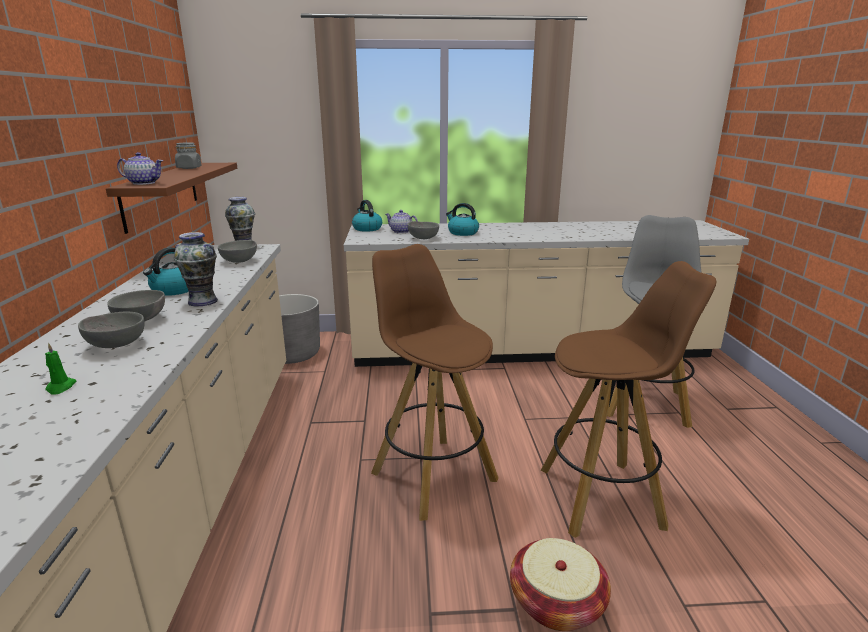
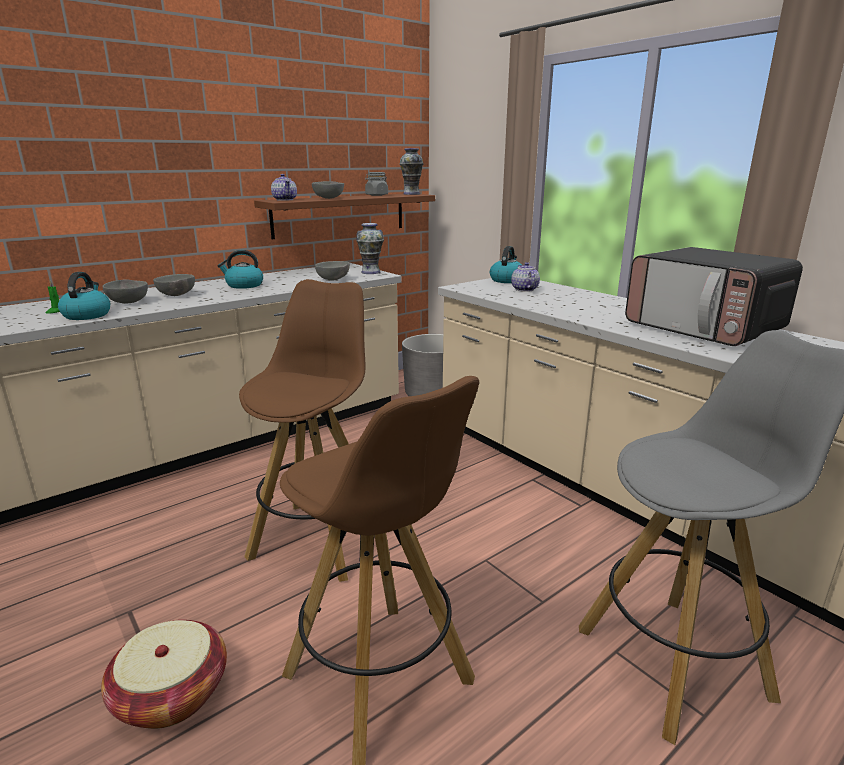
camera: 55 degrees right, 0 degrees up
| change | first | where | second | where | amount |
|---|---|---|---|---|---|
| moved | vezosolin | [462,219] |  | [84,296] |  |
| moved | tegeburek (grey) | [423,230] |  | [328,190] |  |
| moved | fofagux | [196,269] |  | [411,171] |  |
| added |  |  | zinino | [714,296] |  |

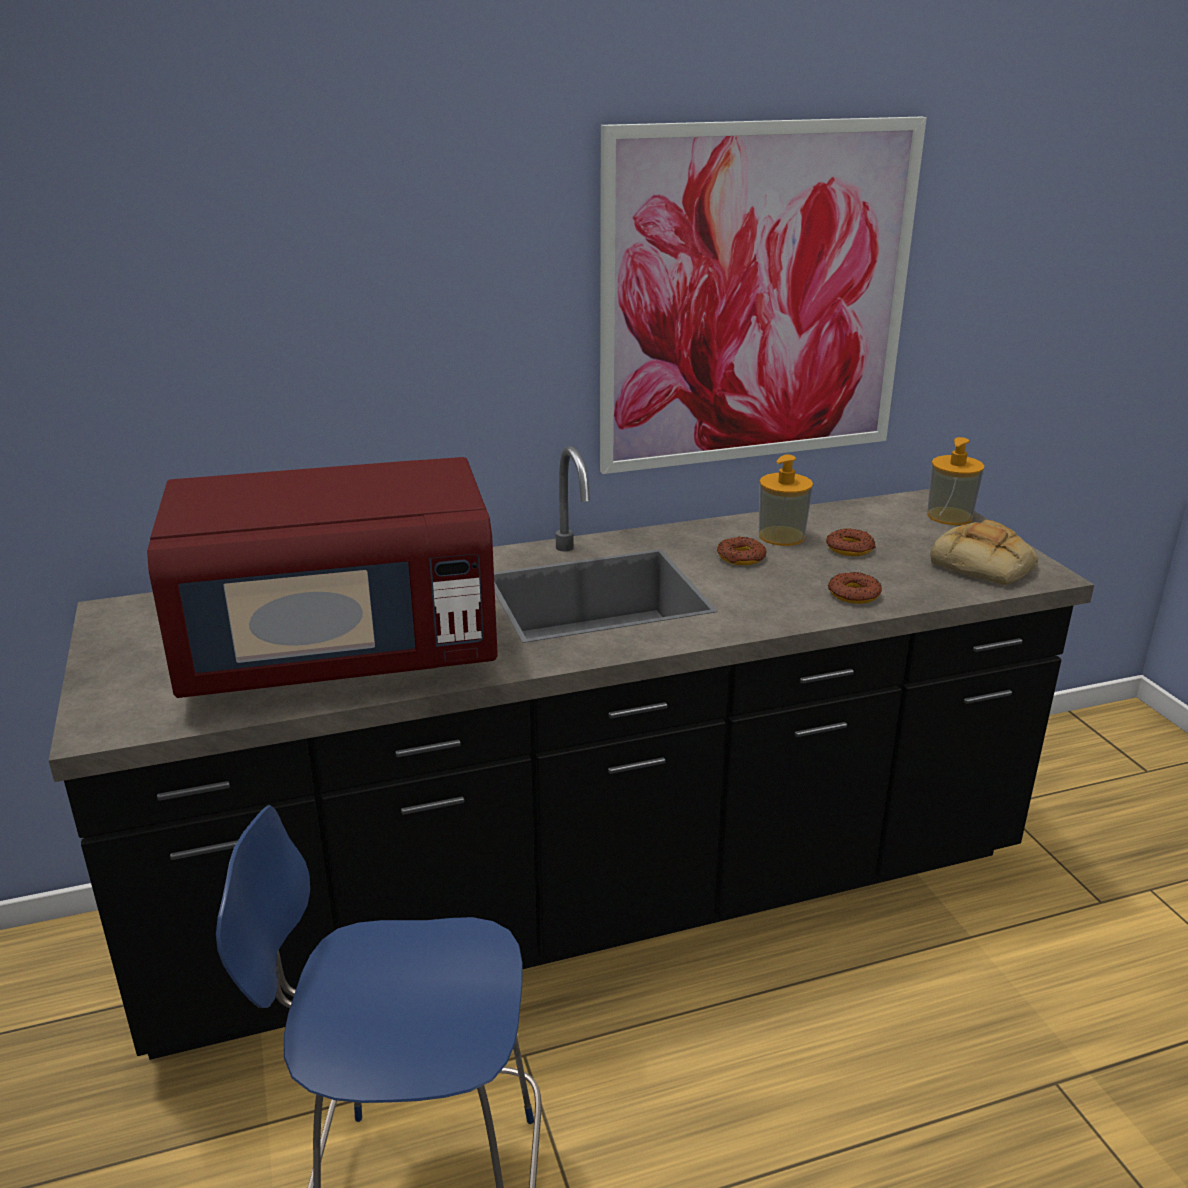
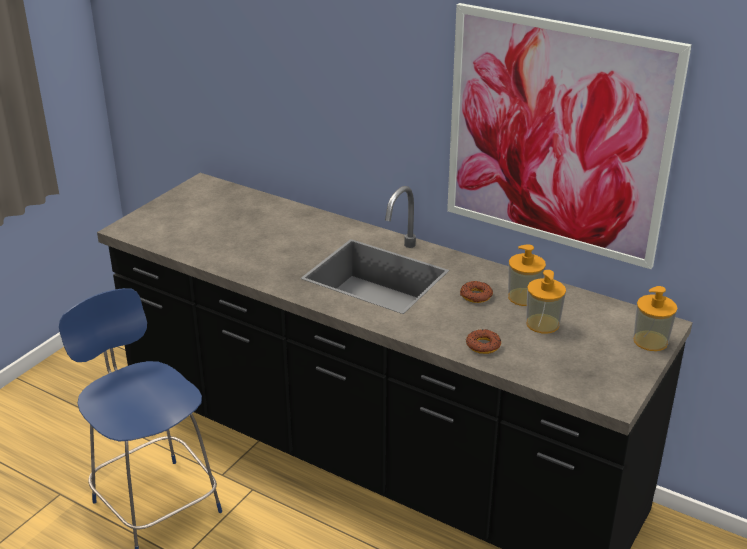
camera: 50 degrees right, 5 degrees up
| change | first | where | second | where | amount |
|---|---|---|---|---|---|
| replaced | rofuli | [851,542] | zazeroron | [546,301] |  |
| removed | zinino (red) | [322,577] |  |  |  |
| removed | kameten | [984,552] |  |  |  |

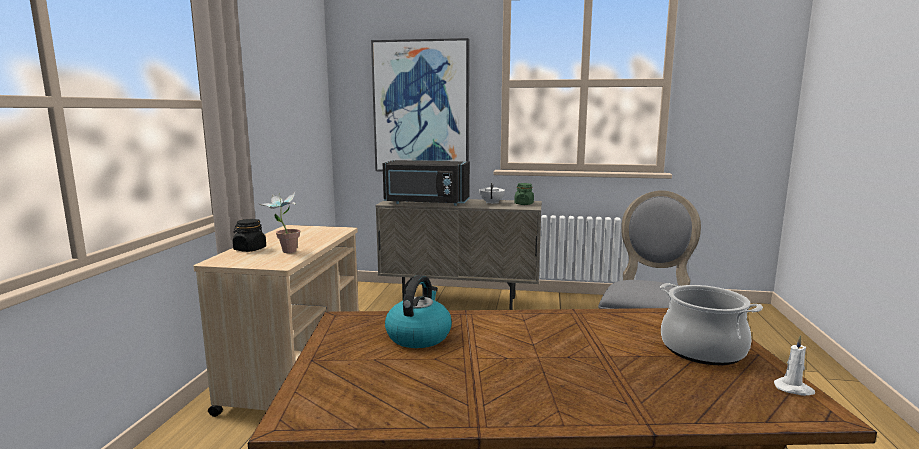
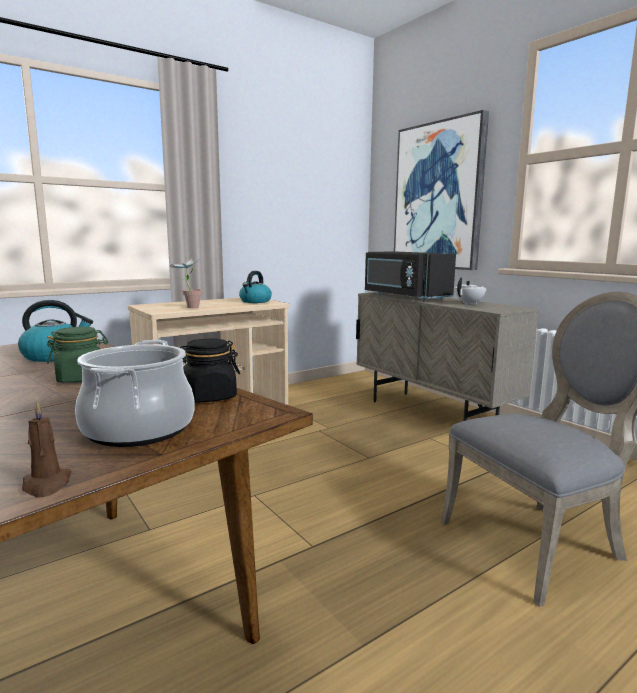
camera: 45 degrees right, 0 degrees up
| change | first | where | second | where | amount |
|---|---|---|---|---|---|
| recoloured | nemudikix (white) | [794,365] | nemudikix (brown) | [47,449] |  |
| moved | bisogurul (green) | [524,194] |  | [77,355] |  |
| moved | bisogurul (black) | [249,235] |  | [210,370] |  |
| added |  |  | vezosolin | [255,287] |  |

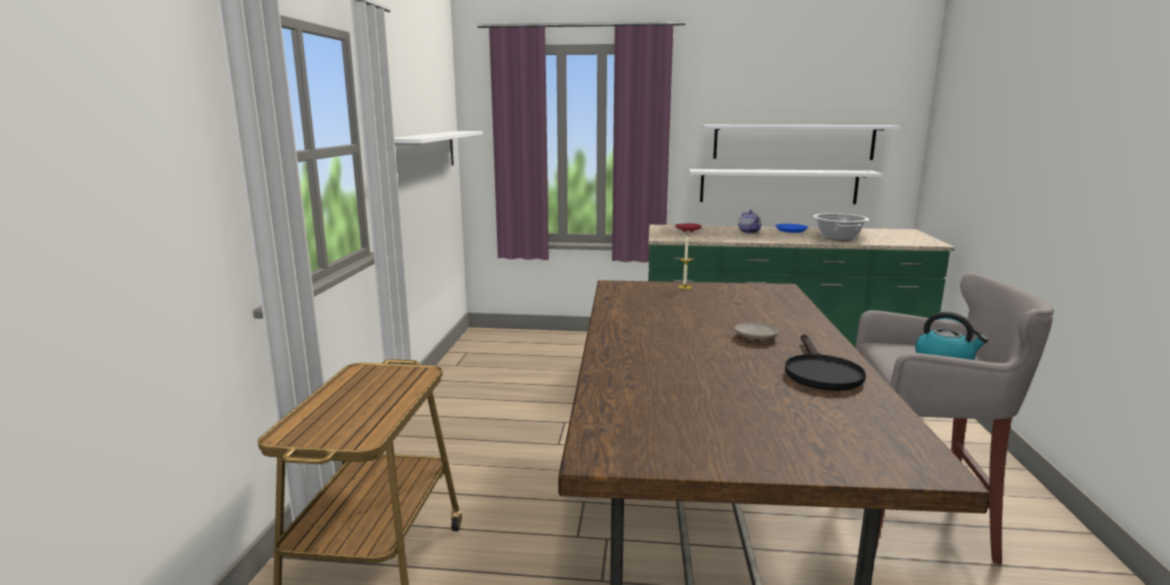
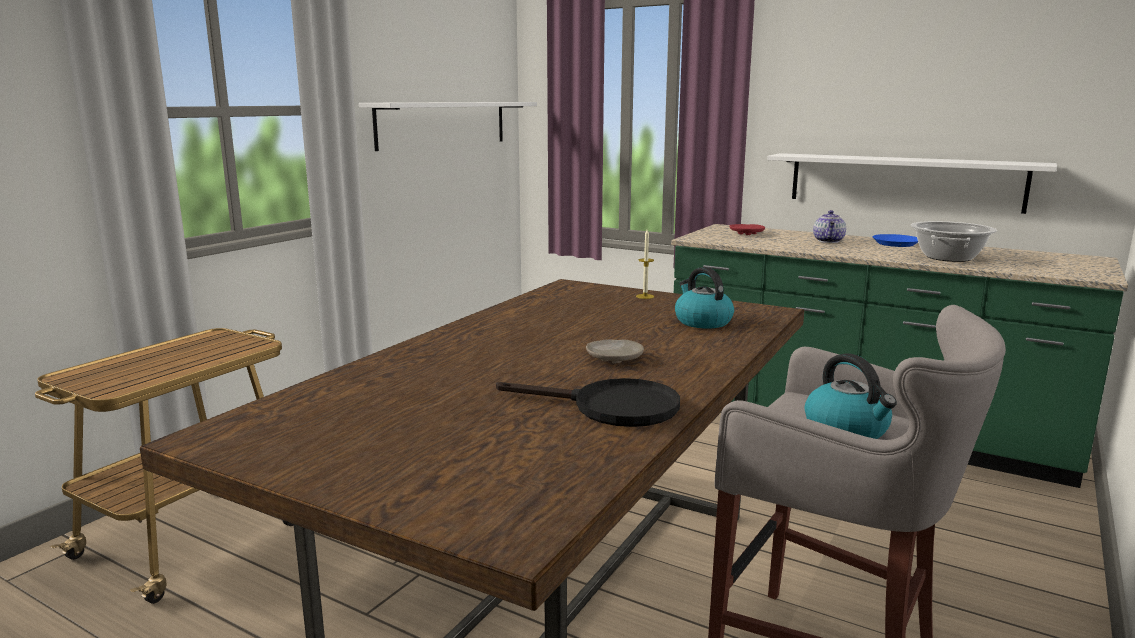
camera: 25 degrees right, 0 degrees up
| change | first | where | second | where | amount |
|---|---|---|---|---|---|
| turned | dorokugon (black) | [825,362] |  | [588,402] | 105 degrees counterclockwise |
| added |  |  | vezosolin | [704,298] |  |
| removed | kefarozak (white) | [801,142] |  |  |  |

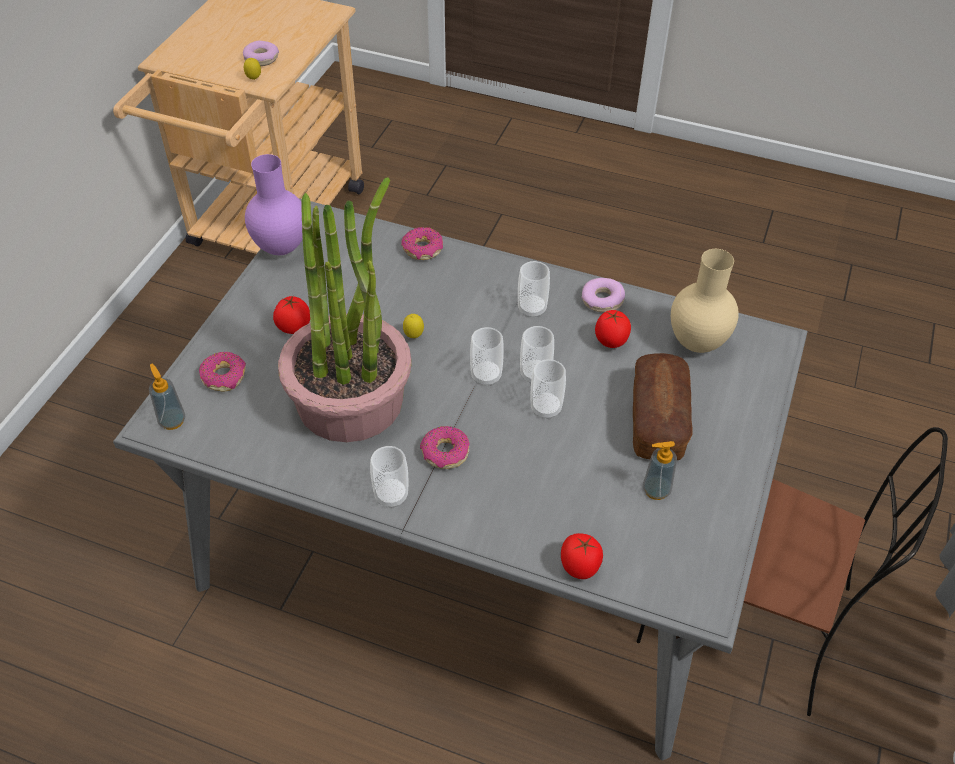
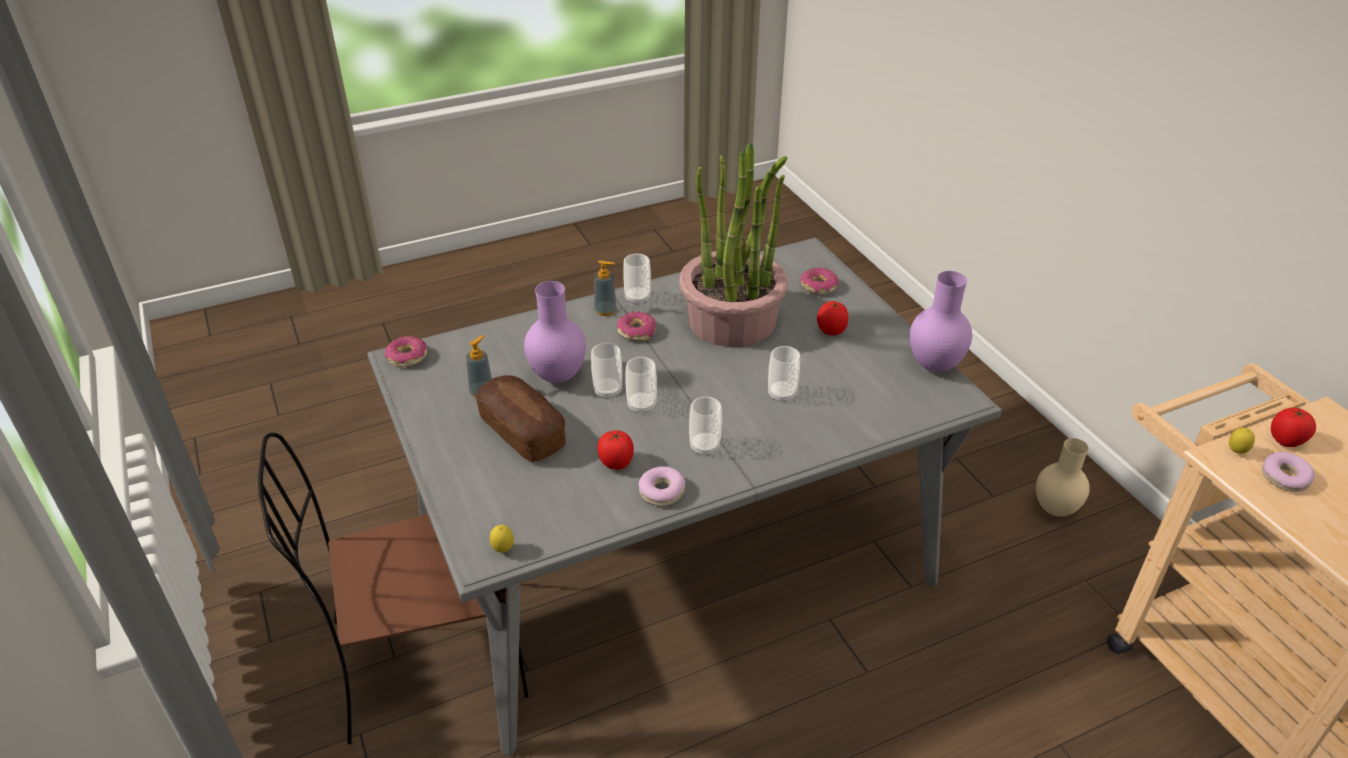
camera: 135 degrees right, 10 degrees down
| change | first | where | second | where | amount |
|---|---|---|---|---|---|
| moved | rofuli | [422,243] |  | [406,351] |  |
| moved | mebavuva | [413,326] |  | [502,539] |  |
| added |  |  | fofagux (purple) | [555,332] |  |
| moved | zazeroron | [167,397] |  | [605,288] |  |
| moved | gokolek | [487,356] |  | [784,374] |  |
| moved | fofagux (beige) | [705,301] |  | [1063,477] |  |
| moved | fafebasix | [582,556] |  | [1293,427] |  |

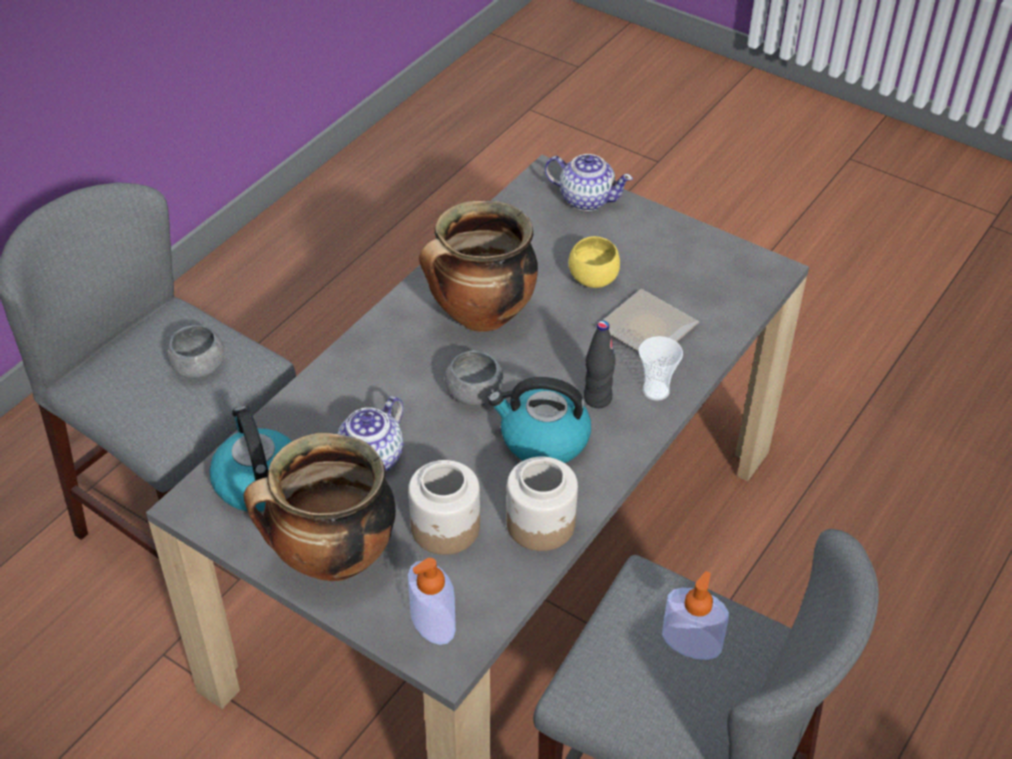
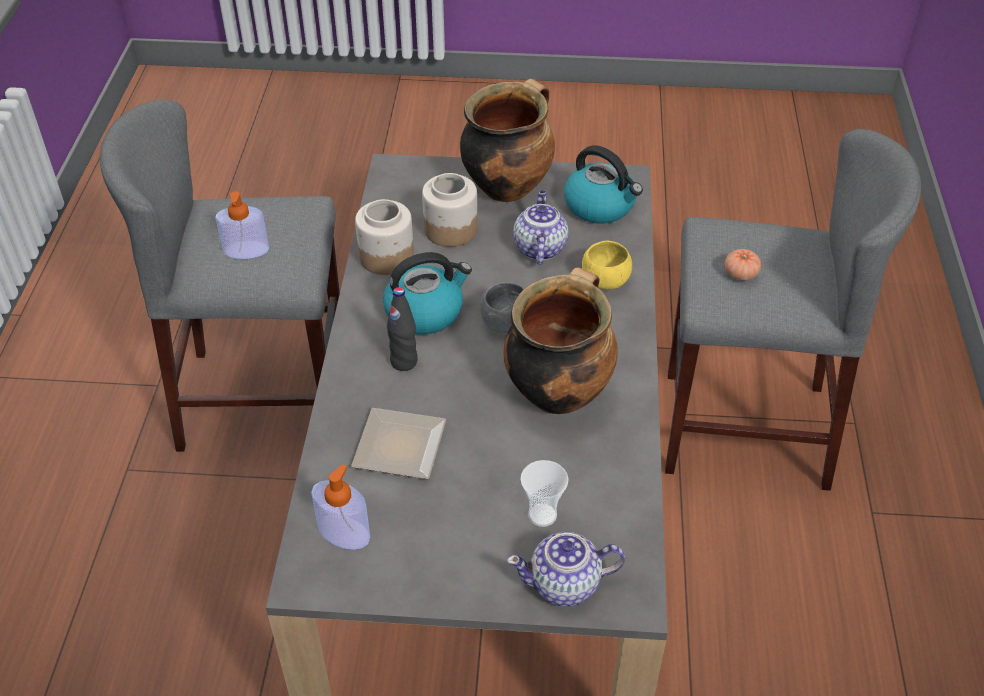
camera: 150 degrees right, 0 degrees up
| change | first | where | second | where | amount |
|---|---|---|---|---|---|
| moved | zazeroron | [432,601] |  | [340,507] |  |
| moved | gokolek | [661,368] |  | [544,493] |  |
| moved | tegeburek (yellow) | [594,262] |  | [607,265] |  |
| replaced | tegeburek (grey) | [196,352] | fafebasix | [743,265] |  |

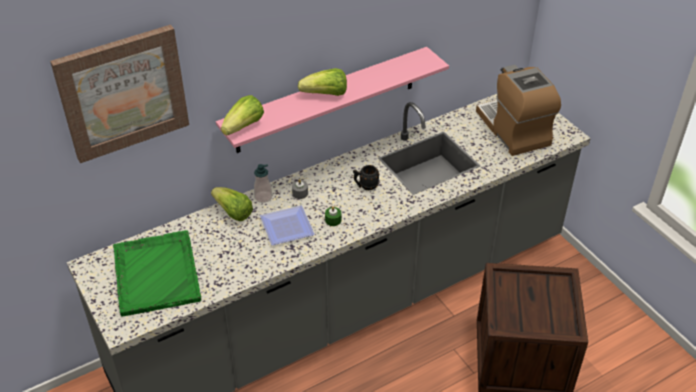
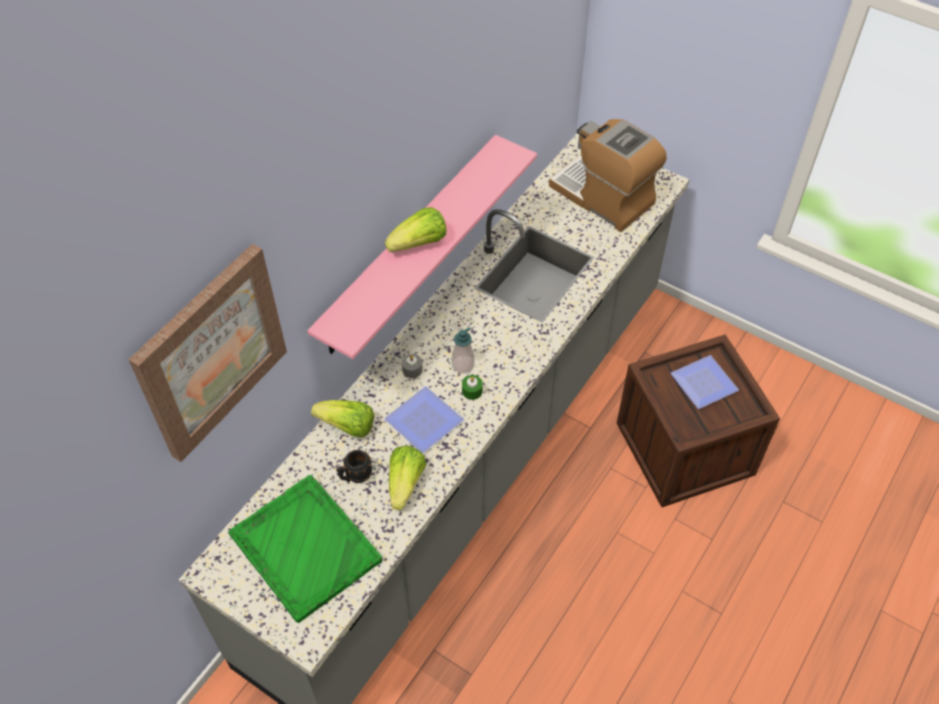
camera: 25 degrees left, 10 degrees up
| change | first | where | second | where | amount |
|---|---|---|---|---|---|
| moved | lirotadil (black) | [366,177] |  | [354,466] |  |
| moved | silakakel | [242,115] |  | [407,478] |  |
| moved | zazeroron | [263,183] |  | [463,350] |  |
| added |  |  | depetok | [704,382] |  |

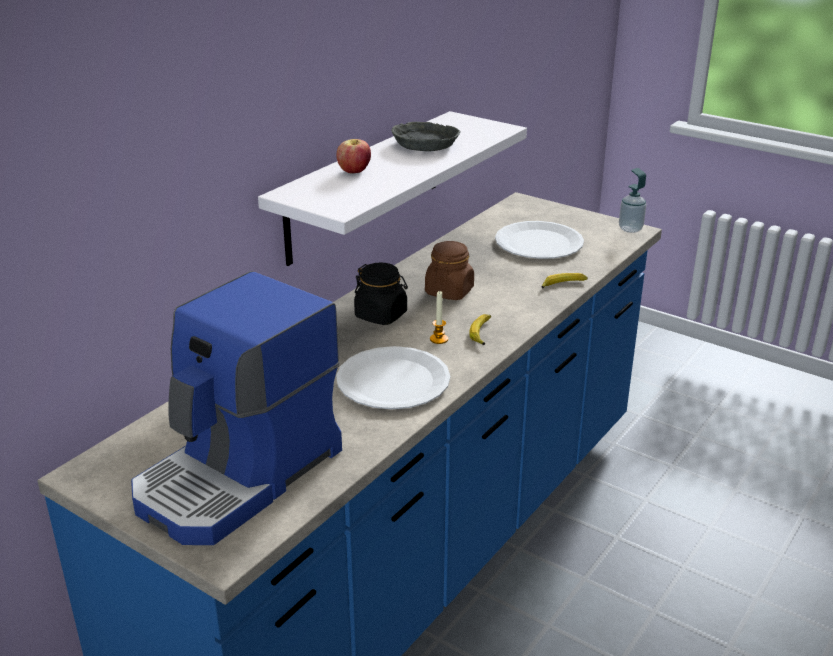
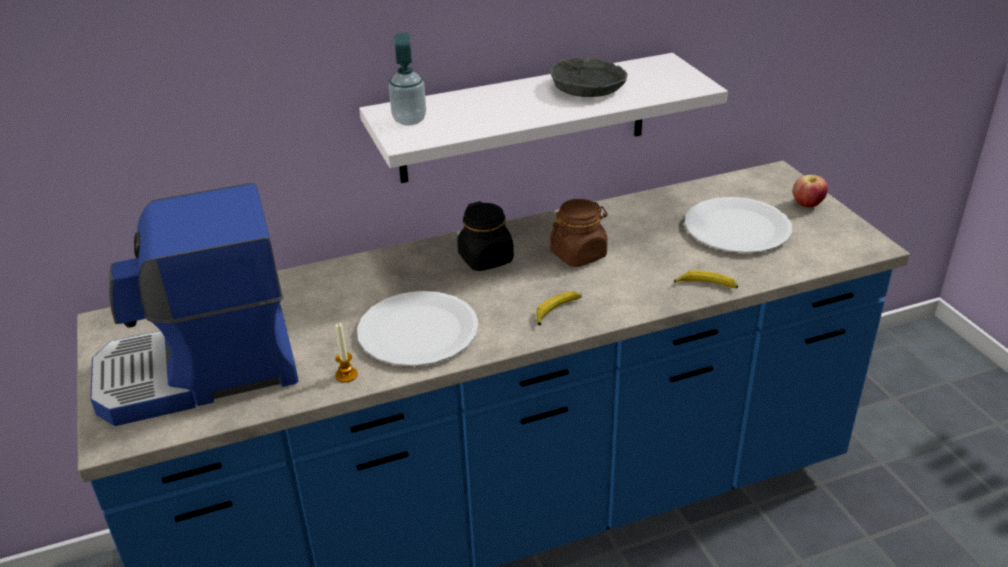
camera: 35 degrees right, 5 degrees up
| change | first | where | second | where | amount |
|---|---|---|---|---|---|
| moved | nemudikix | [439,317] |  | [346,353] |  |
| moved | zazeroron | [632,200] |  | [407,79] |  |
| moved | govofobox | [354,156] |  | [810,191] |  |

